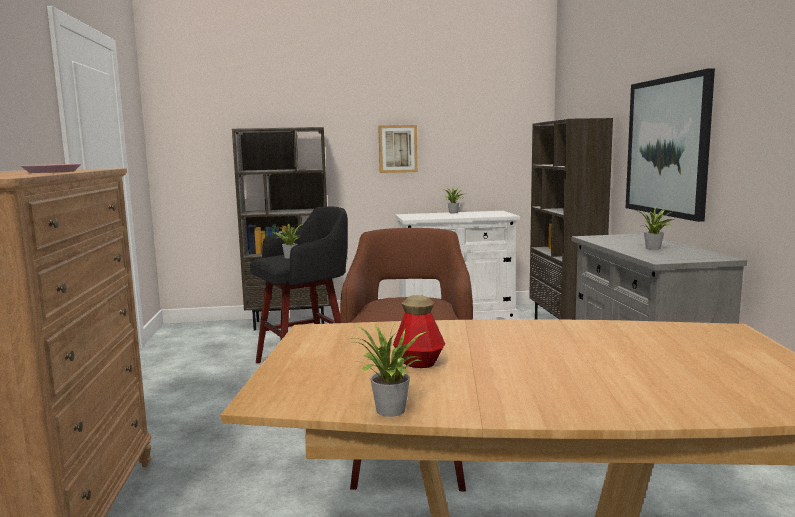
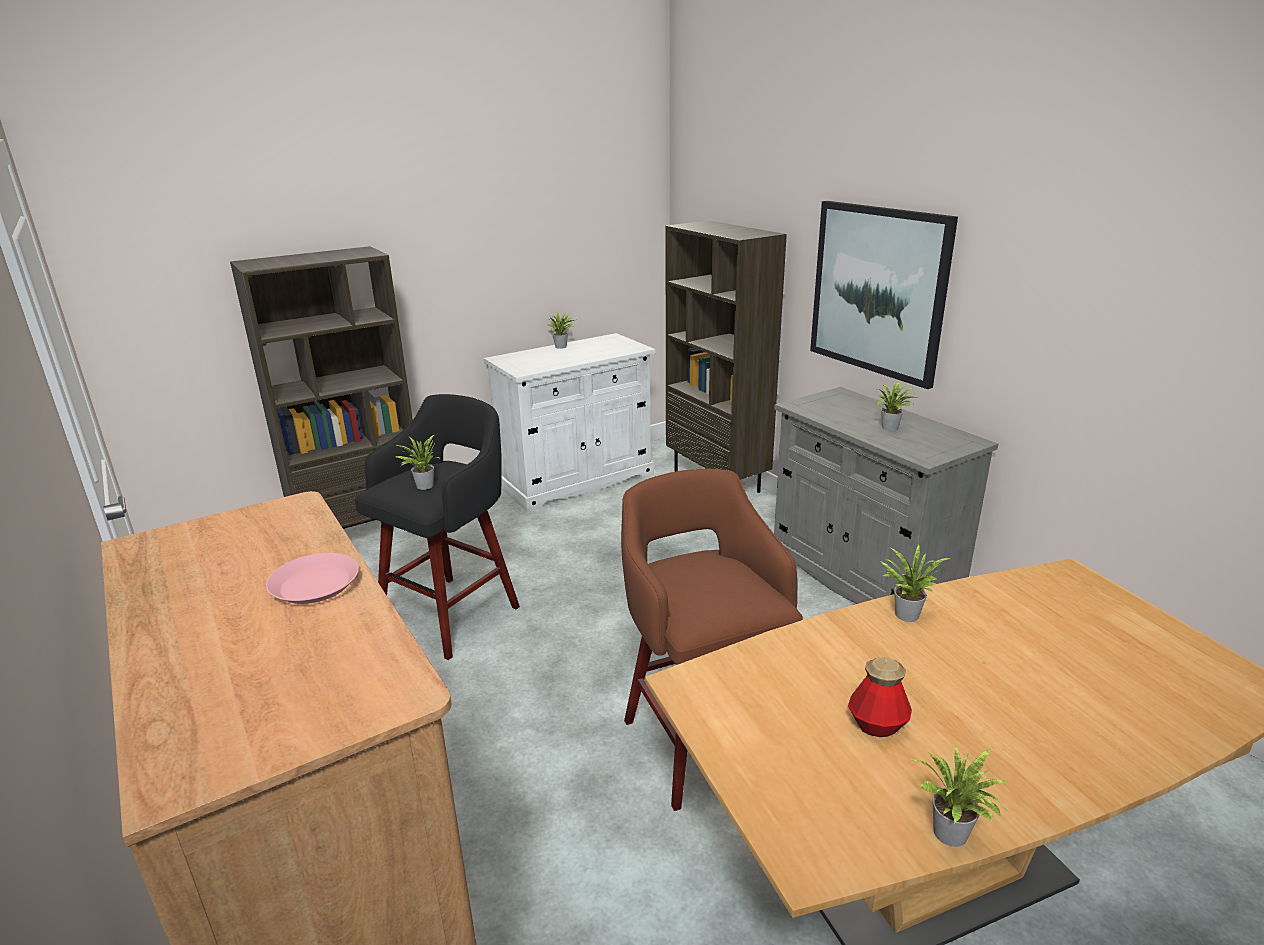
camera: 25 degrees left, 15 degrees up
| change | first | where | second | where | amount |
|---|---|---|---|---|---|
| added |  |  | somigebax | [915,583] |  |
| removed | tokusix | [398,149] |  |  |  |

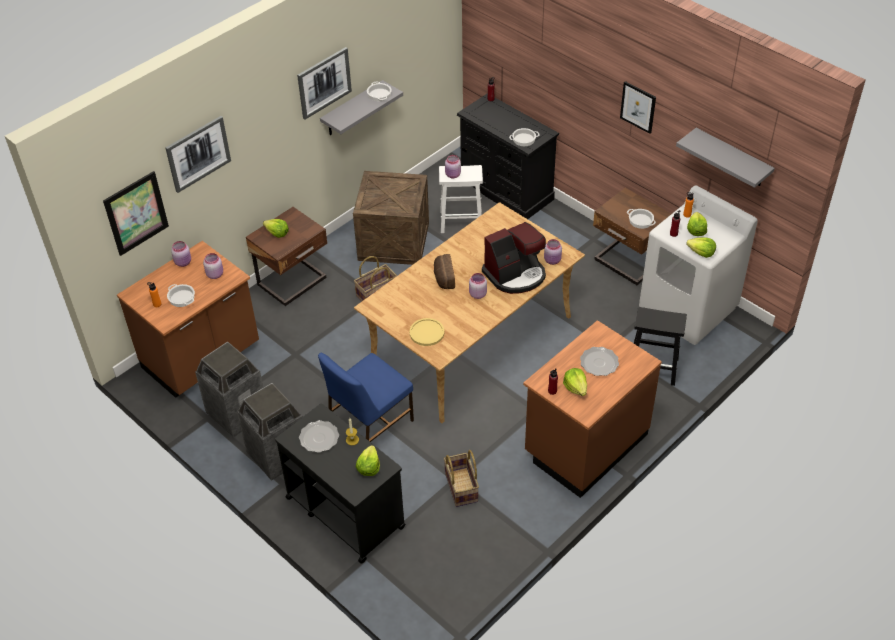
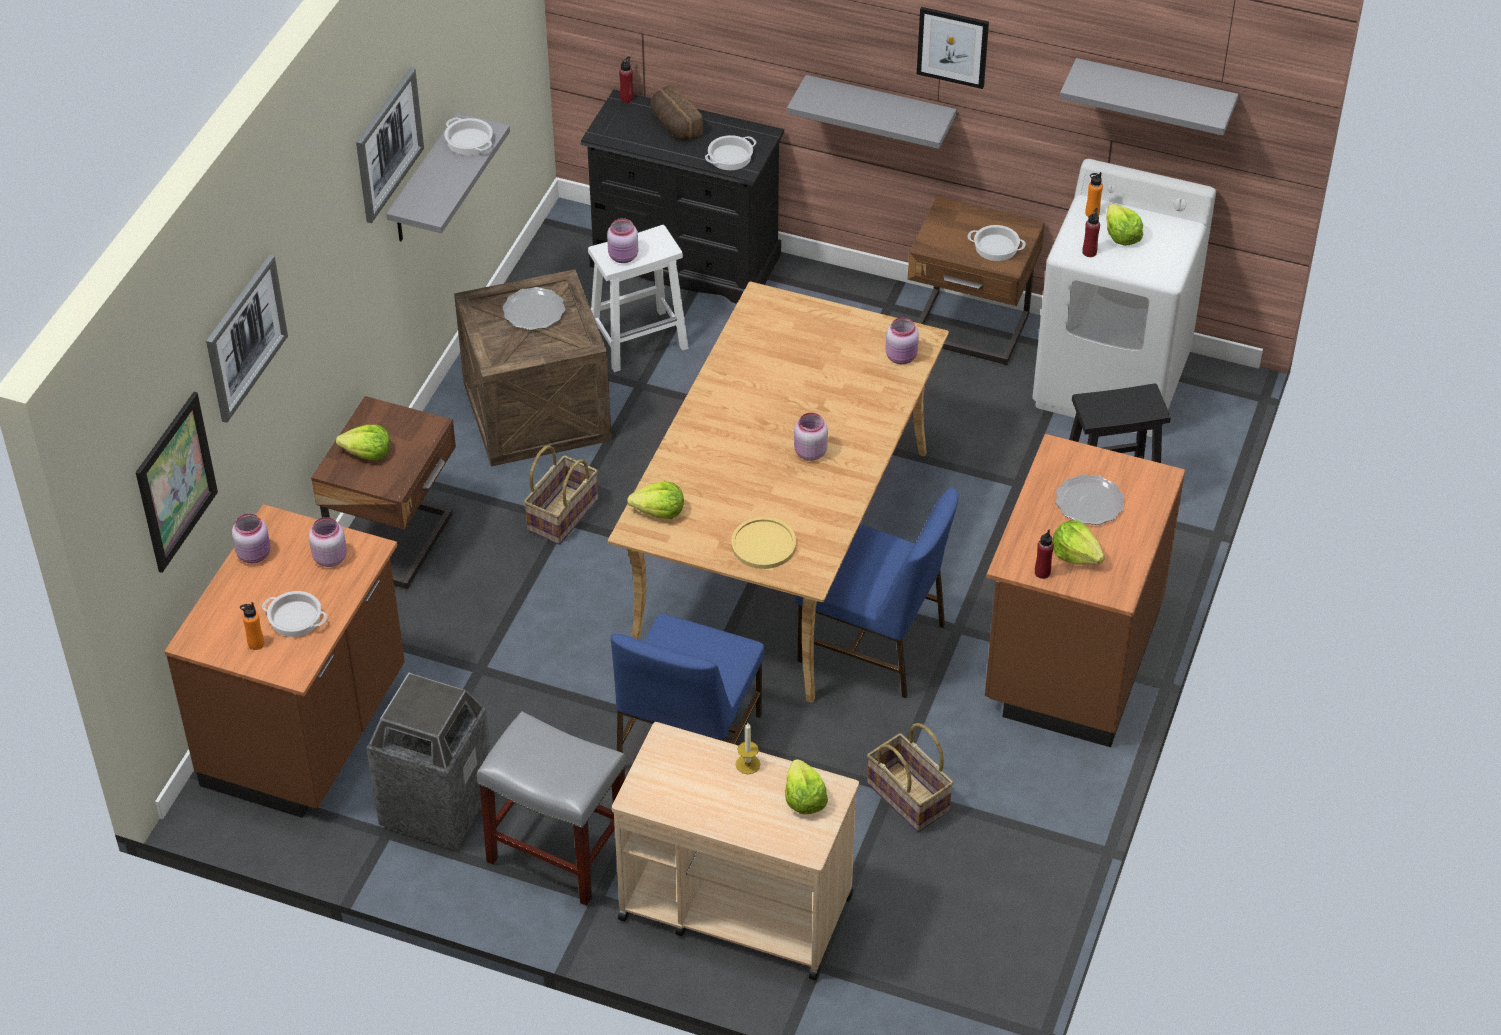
camera: 25 degrees left, 0 degrees up
| change | first | where | second | where | amount |
|---|---|---|---|---|---|
| replaced | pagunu | [270,431] | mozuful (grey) | [551,808] |  |
| moved | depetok | [319,436] |  | [533,308] |  |
| recoloured | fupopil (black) | [340,483] | fupopil (beige) | [735,851] |  |
| moved | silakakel | [701,247] |  | [655,500] |  |
| moved | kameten | [444,271] |  | [677,112] |  |
| added |  |  | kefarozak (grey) | [871,112] |  |
| added |  |  | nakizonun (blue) | [877,593] |  |
| removed | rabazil | [514,258] |  |  |  |

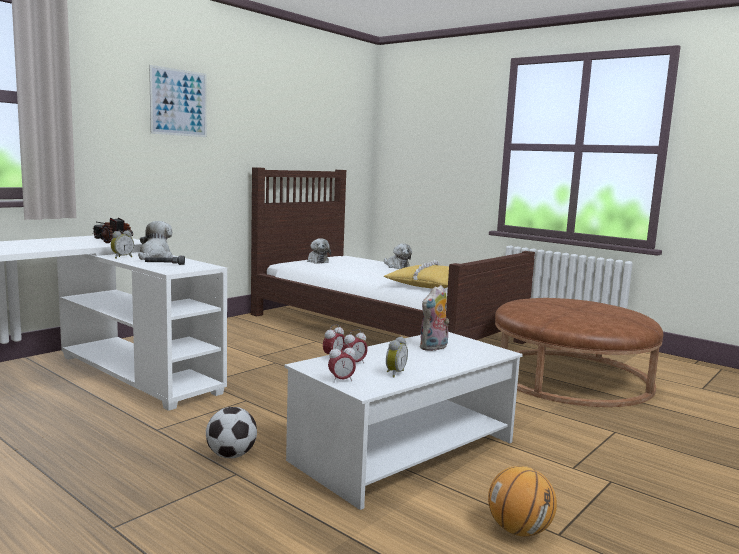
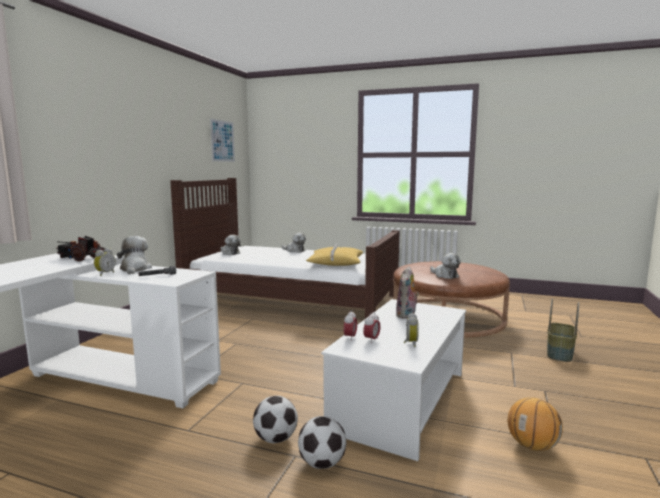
camera: 20 degrees left, 0 degrees up
| change | first | where | second | where | amount |
|---|---|---|---|---|---|
| moved | tokusix | [178,101] |  | [222,140] |  |
| added |  |  | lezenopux | [322,442] |  |
| added |  |  | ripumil | [445,266] |  |
| added |  |  | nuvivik | [563,330] |  |
| removed | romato | [342,363] |  |  |  |

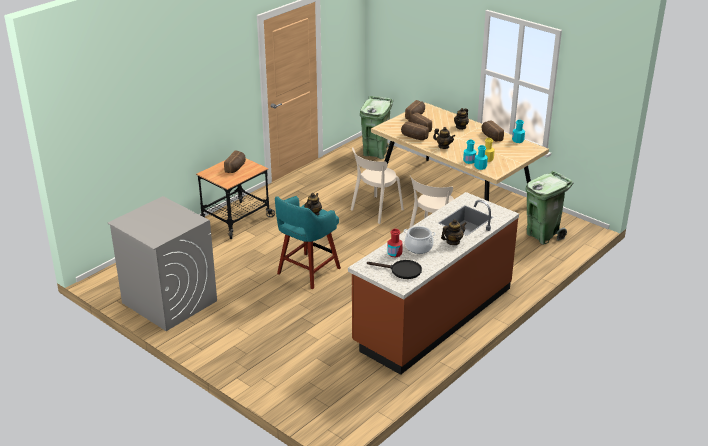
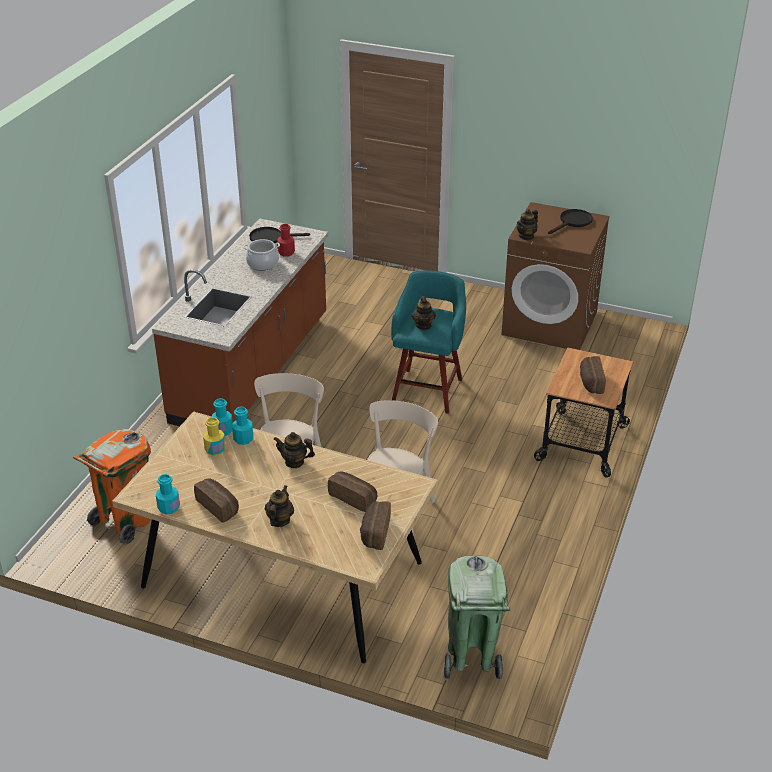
camera: 160 degrees right, 5 degrees up
| change | first | where | second | where | amount |
|---|---|---|---|---|---|
| recoloured | pagunu (green) | [549,208] | pagunu (orange) | [112,487] |  |
| recoloured | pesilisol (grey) | [162,263] | pesilisol (brown) | [556,276] |  |
| moved | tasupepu | [454,232] |  | [527,224] |  |
| added |  |  | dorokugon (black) | [570,221] |  |
| removed | kameten | [415,131] |  |  |  |

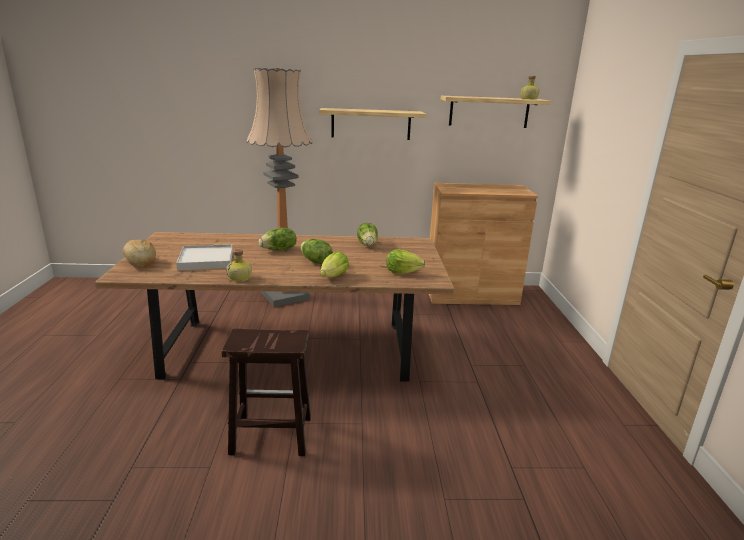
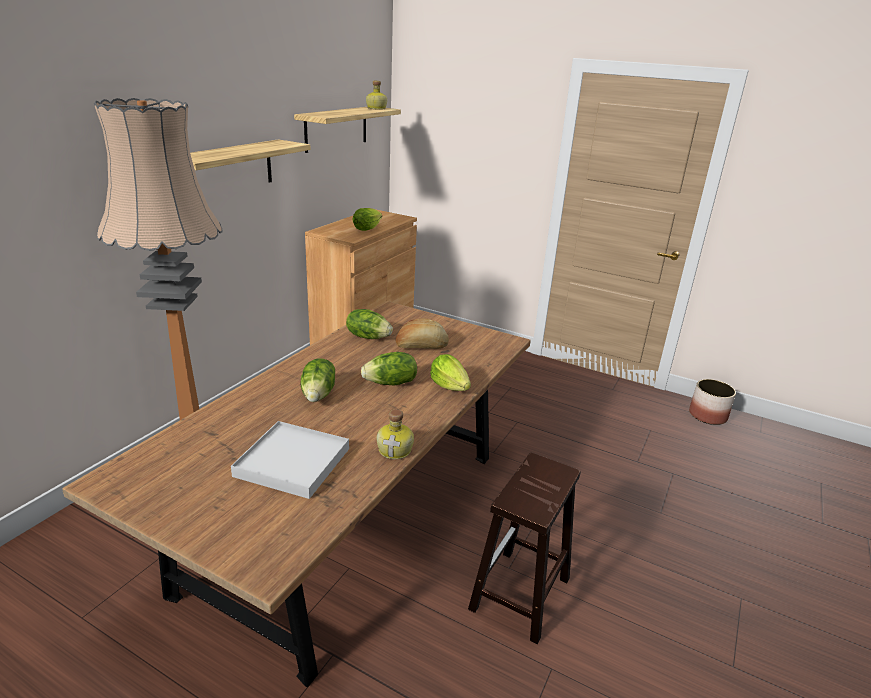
camera: 60 degrees left, 5 degrees up
| change | first | where | second | where | amount |
|---|---|---|---|---|---|
| moved | silakakel | [405,261] |  | [367,219] |  |
| moved | kameten | [139,253] |  | [422,333] |  |
| added |  |  | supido | [712,402] |  |

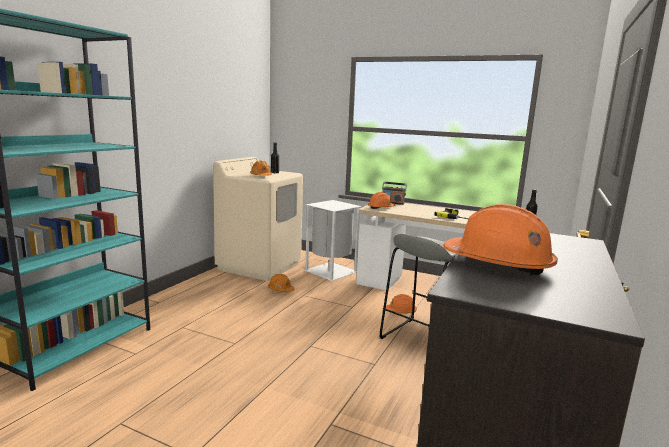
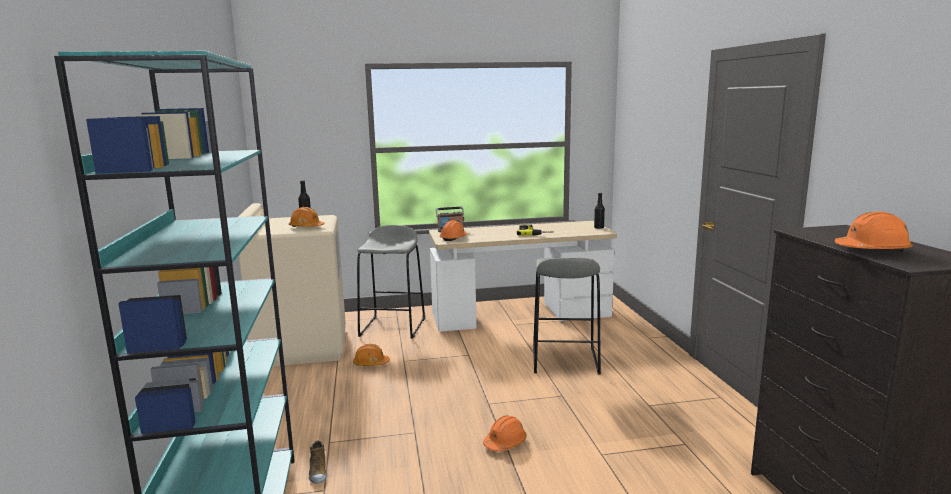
camera: 35 degrees left, 0 degrees up
| change | first | where | second | where | amount |
|---|---|---|---|---|---|
| added |  |  | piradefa | [318,462] |  |
| replaced | pagunu (white) | [333,240] | mozuful (grey) | [391,282] |  |
| moved | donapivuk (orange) | [401,304] |  | [505,433] |  |

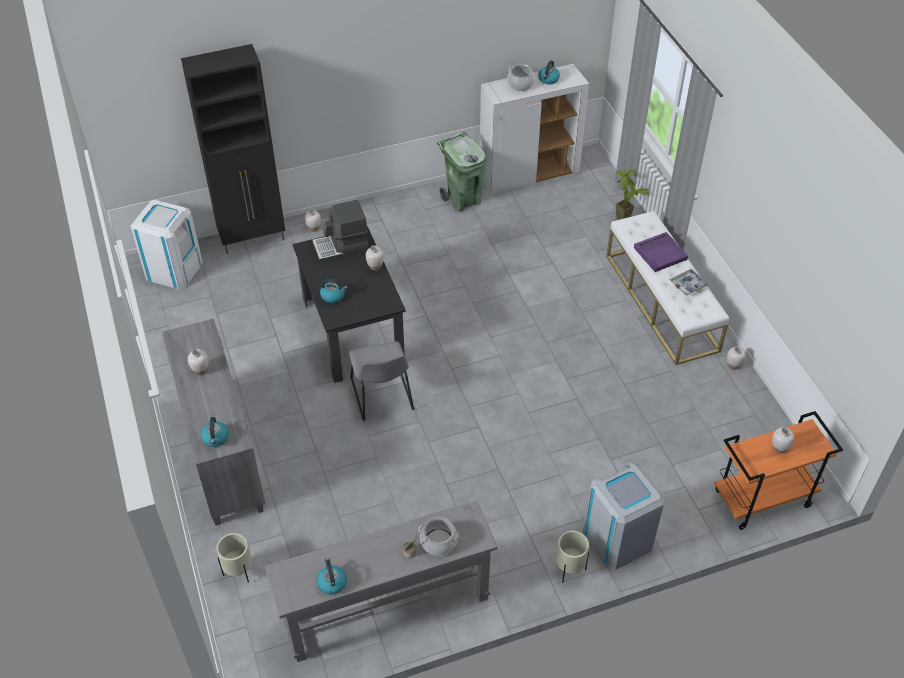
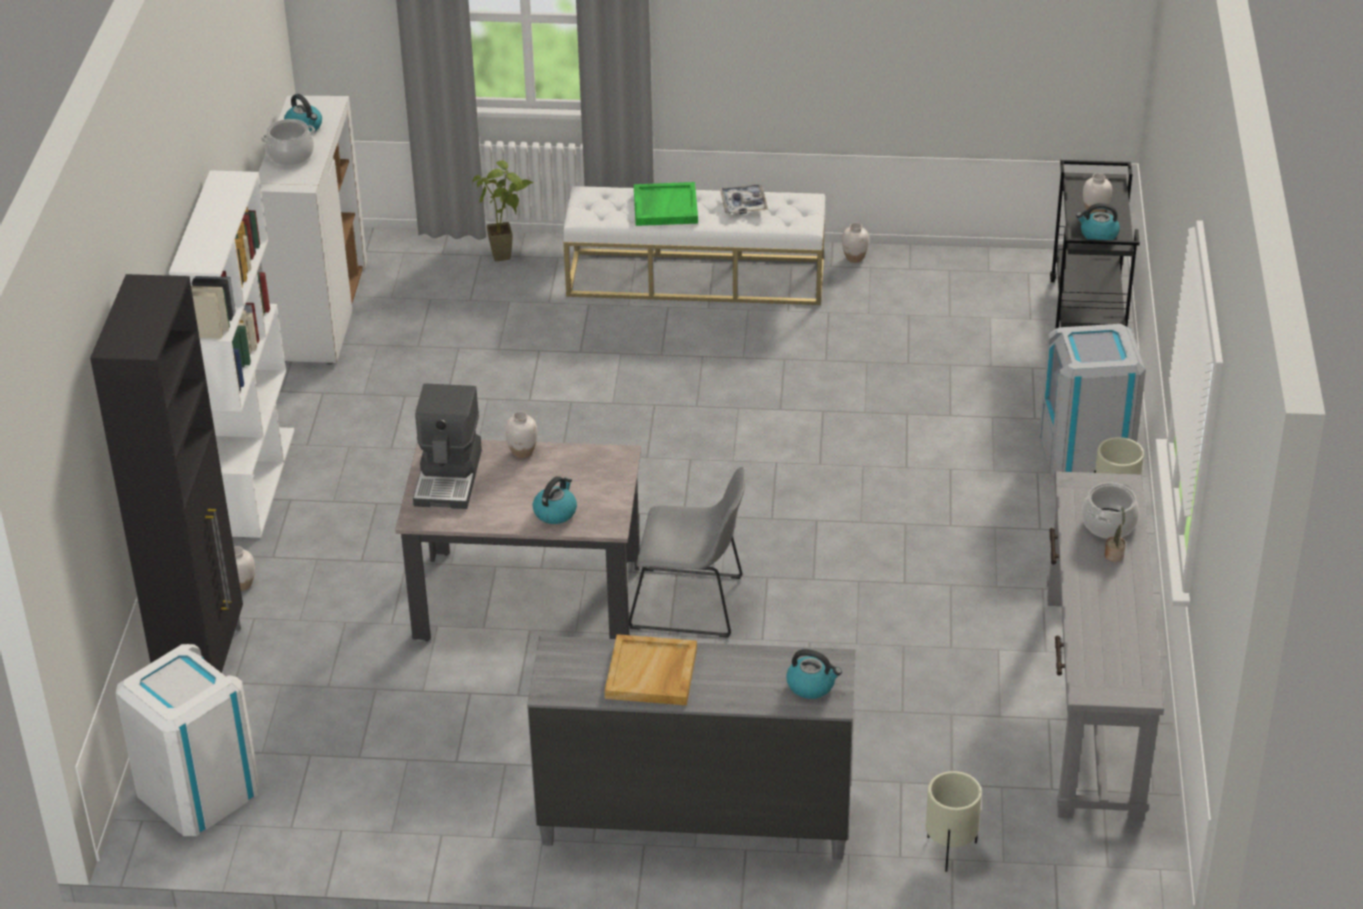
camera: 65 degrees left, 10 degrees down
| change | first | where | second | where | amount |
|---|---|---|---|---|---|
| added |  |  | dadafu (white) | [231,354] |  |
| recoloured | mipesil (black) | [349,304] | mipesil (beige) | [518,540] |  |
| replaced | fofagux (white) | [198,362] | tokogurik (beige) | [651,669] |  |
| recoloured | tokogurik (purple) | [661,252] | tokogurik (green) | [666,204] |  |
| recoloured | fupopil (orange) | [778,470] | fupopil (black) | [1095,244] |  |
| moved | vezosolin | [331,576] |  | [1098,221] |  |
| removed | pagunu (green) | [462,172] |  |  |  |

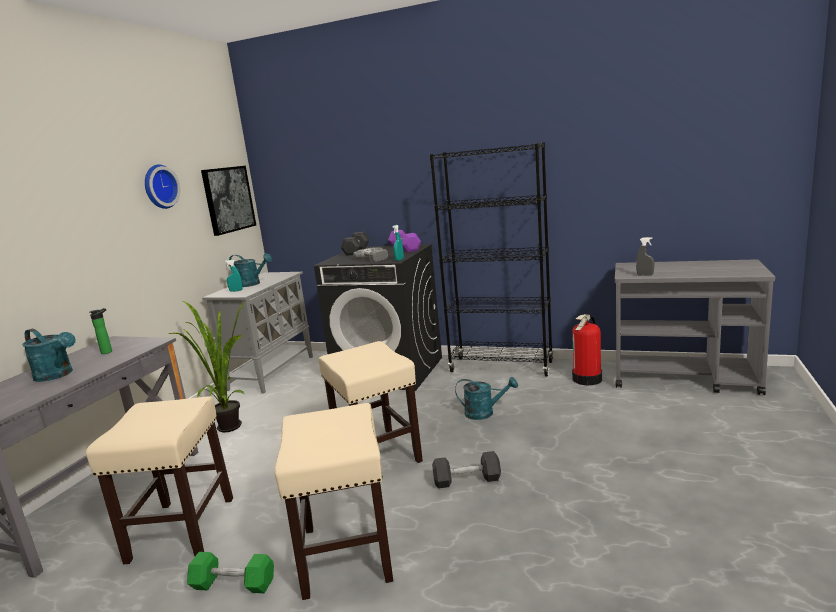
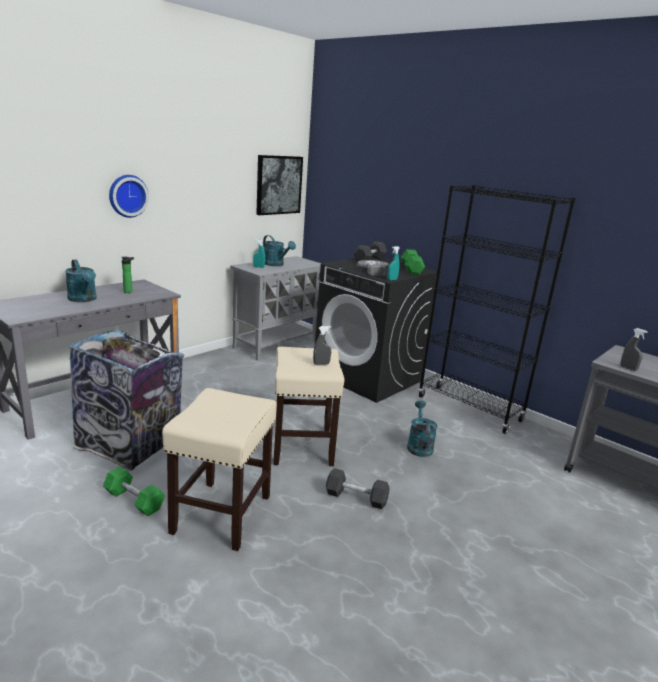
camera: 20 degrees right, 5 degrees up
| change | first | where | second | where | amount |
|---|---|---|---|---|---|
| replaced | mozuful (beige) | [159,480] | pagunu | [127,400] |  |
| moved | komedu | [162,186] |  | [129,196] |  |
| added |  |  | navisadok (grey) | [322,345] |  |
| recoloured | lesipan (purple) | [404,241] | lesipan (green) | [413,262] |  |
| turned | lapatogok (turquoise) | [486,398] |  | [422,428] | 120 degrees counterclockwise |
| removed | somigebax | [207,366] |  |  |  |
| removed | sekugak | [587,349] |  |  |  |

